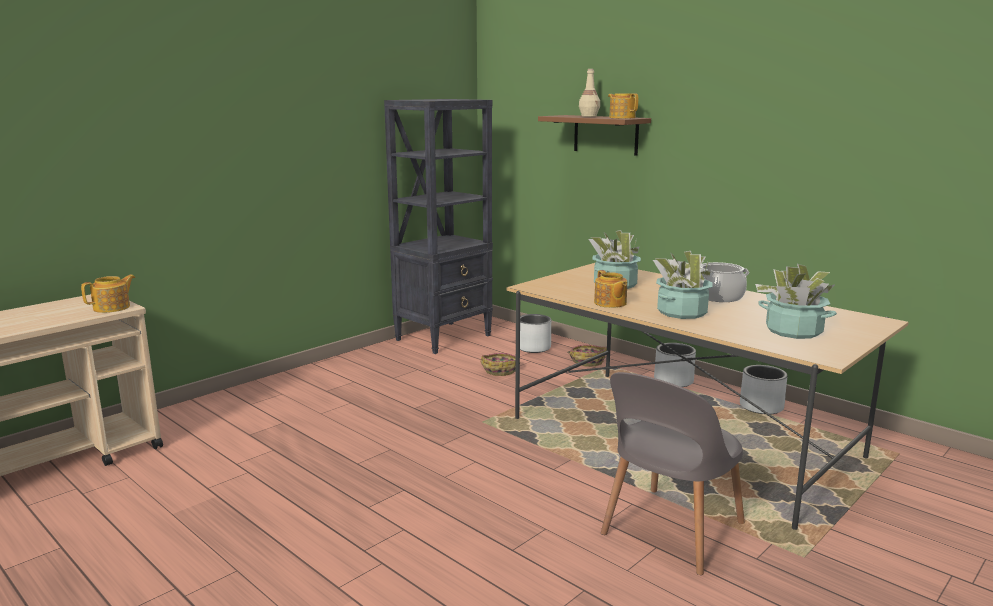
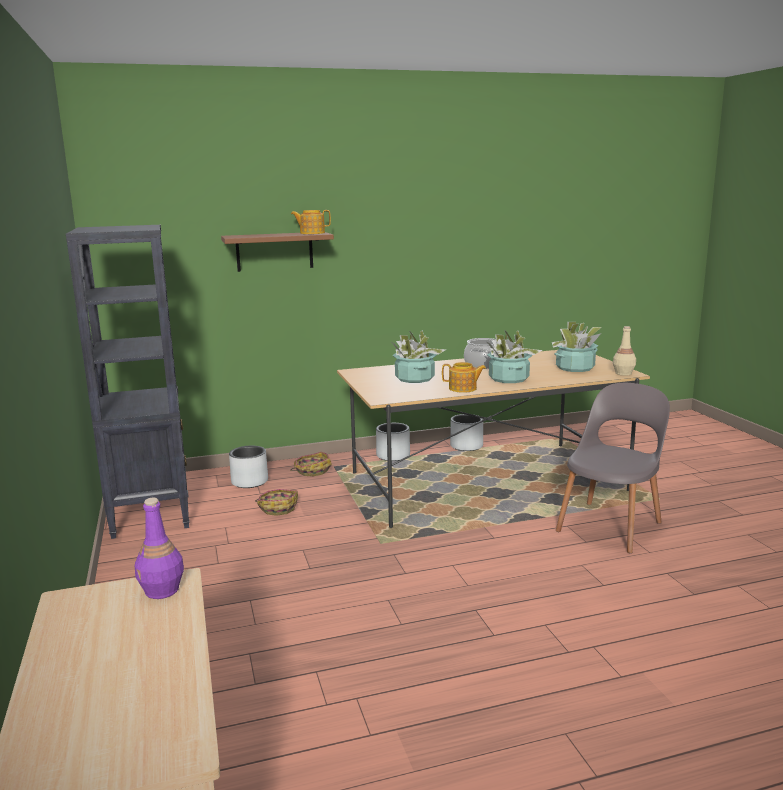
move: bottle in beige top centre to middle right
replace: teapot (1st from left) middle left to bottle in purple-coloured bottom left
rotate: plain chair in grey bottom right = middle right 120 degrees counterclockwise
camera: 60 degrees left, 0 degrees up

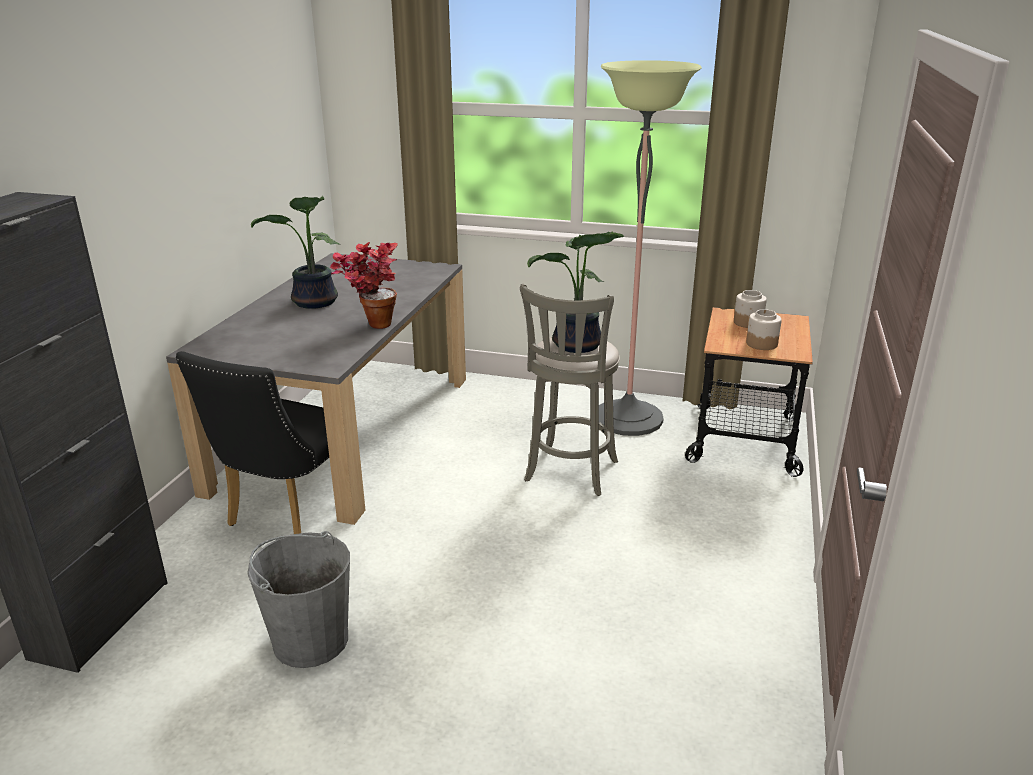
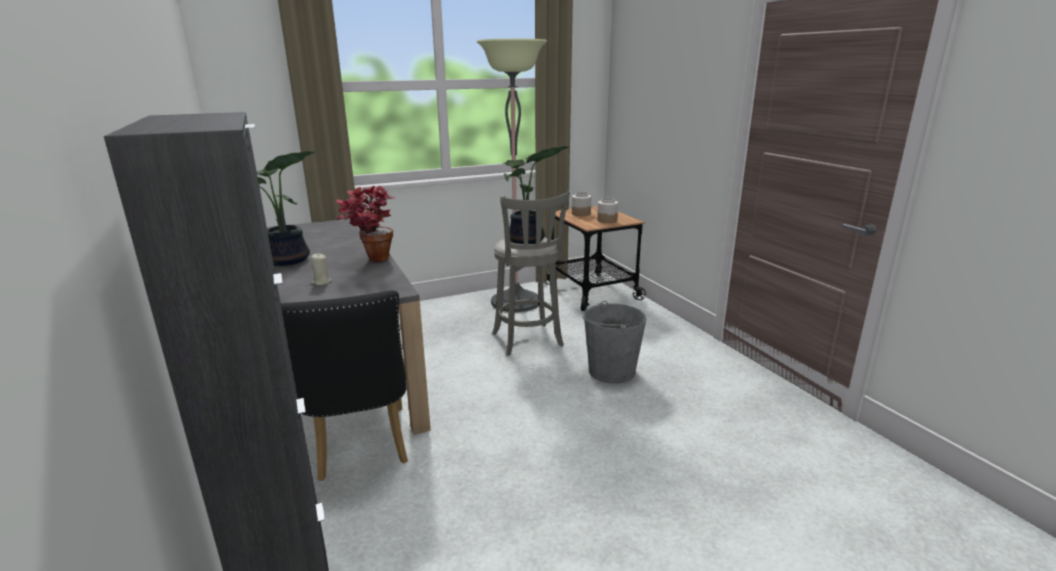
insert: wax candle in beige middle left
move: pail in grey bottom left to centre
camera: 40 degrees left, 5 degrees down

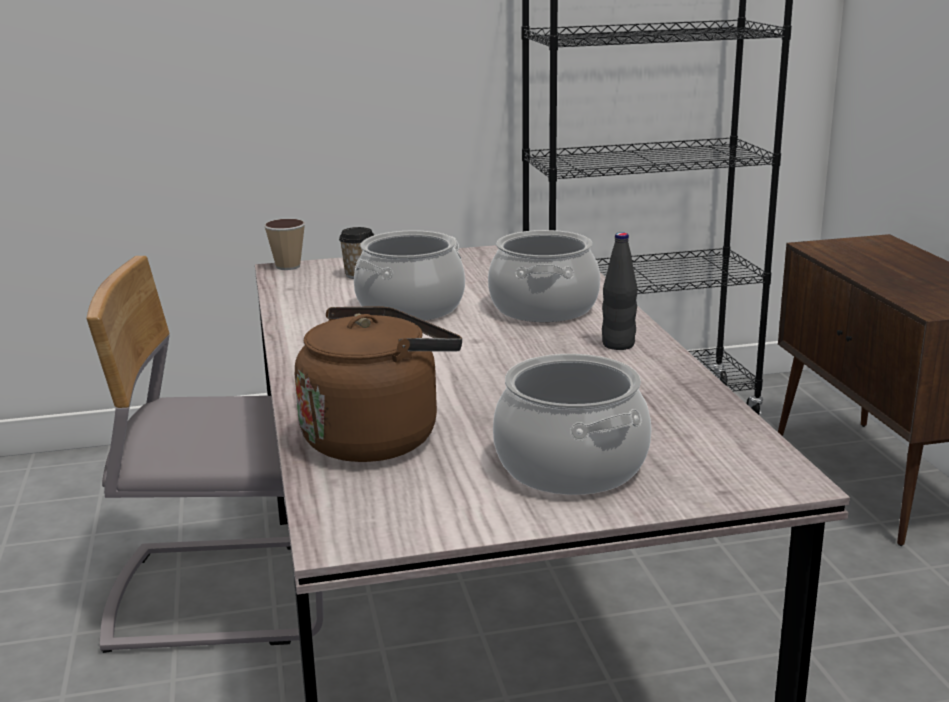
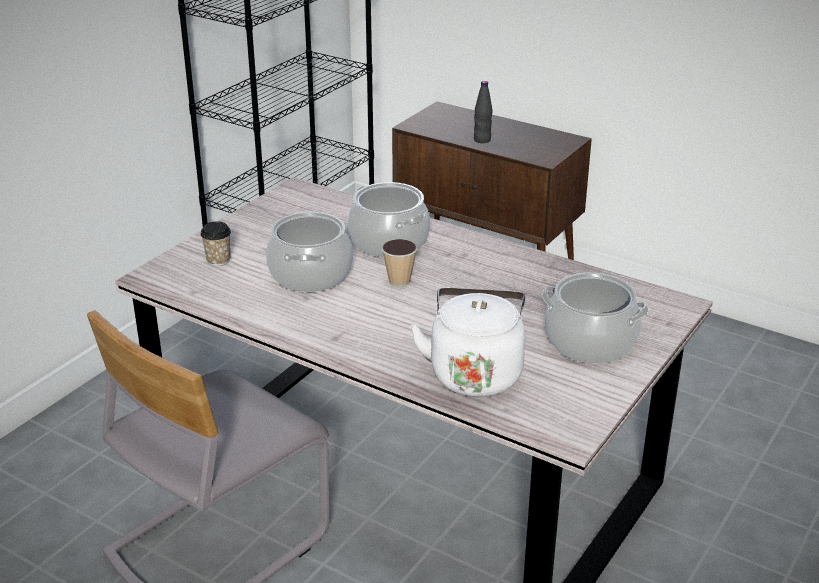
move: small cup (1st from left in the first image) middle left to small cup (2nd from left) centre; bottle in black-coloured centre to top centre
recolor: kettle in brown centre to kettle in whitish centre
camera: 45 degrees left, 10 degrees up

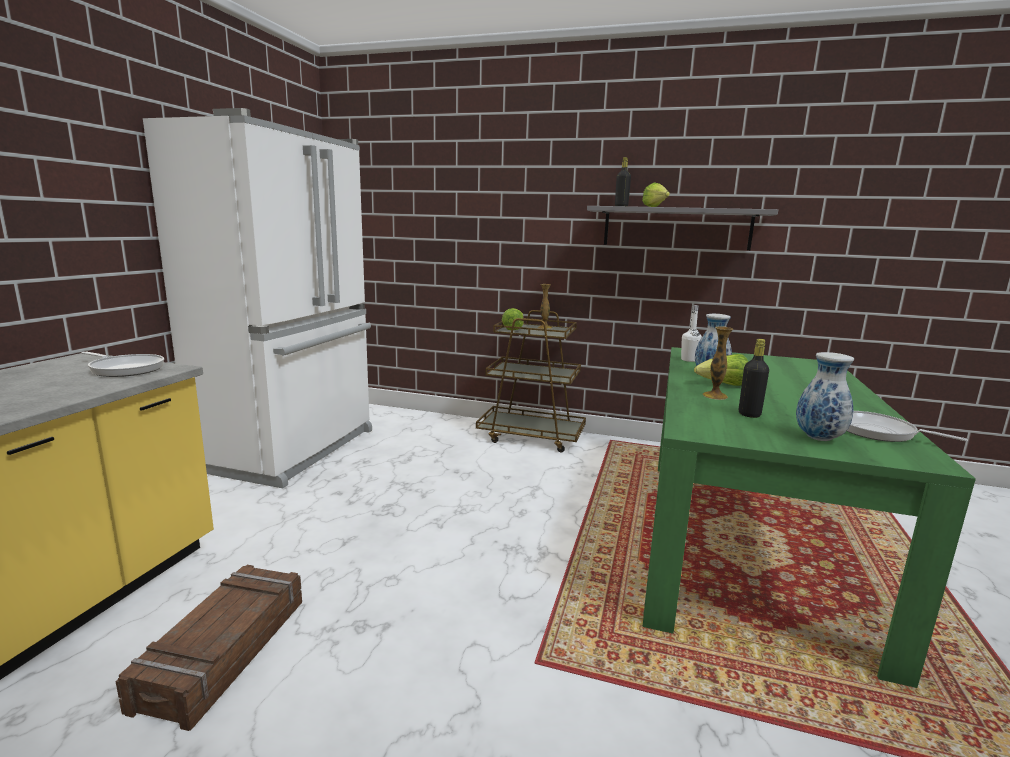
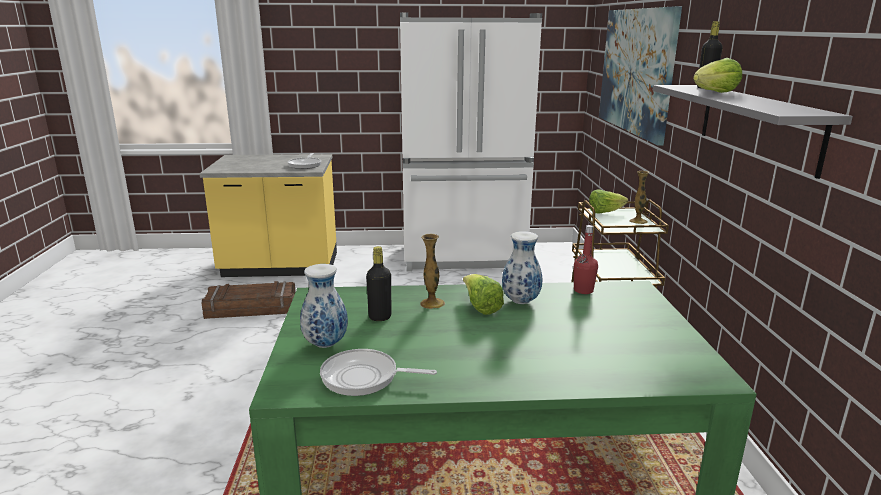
insert: wall art top right
recolor: bottle in whitish middle right to bottle in reddish centre
rotate: skillet (2nd from left) middle right = bottom centre 105 degrees counterclockwise
camera: 70 degrees right, 5 degrees up

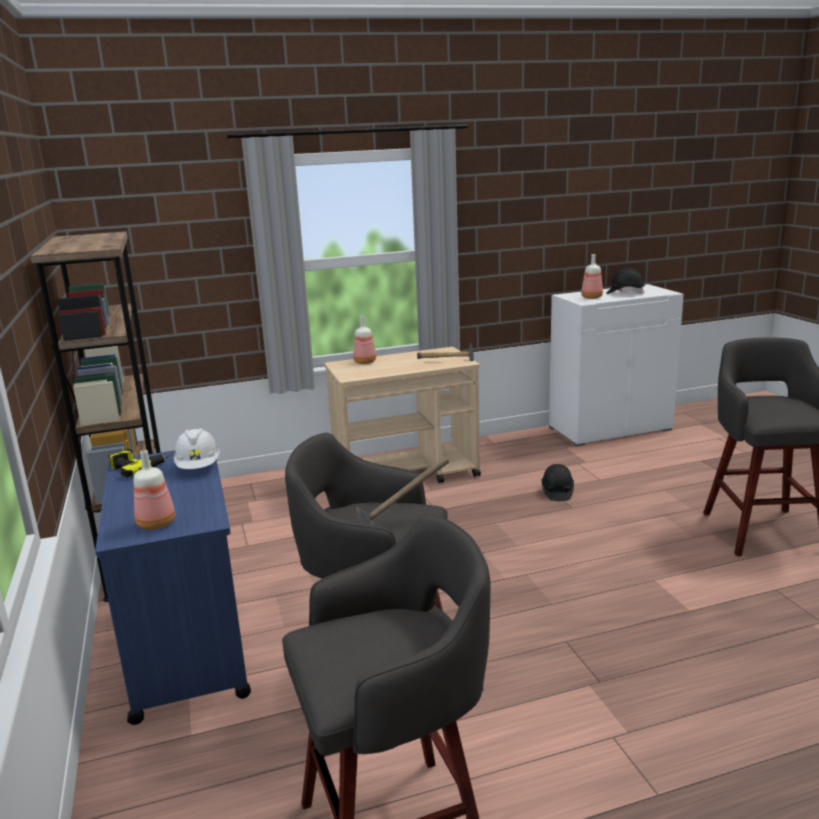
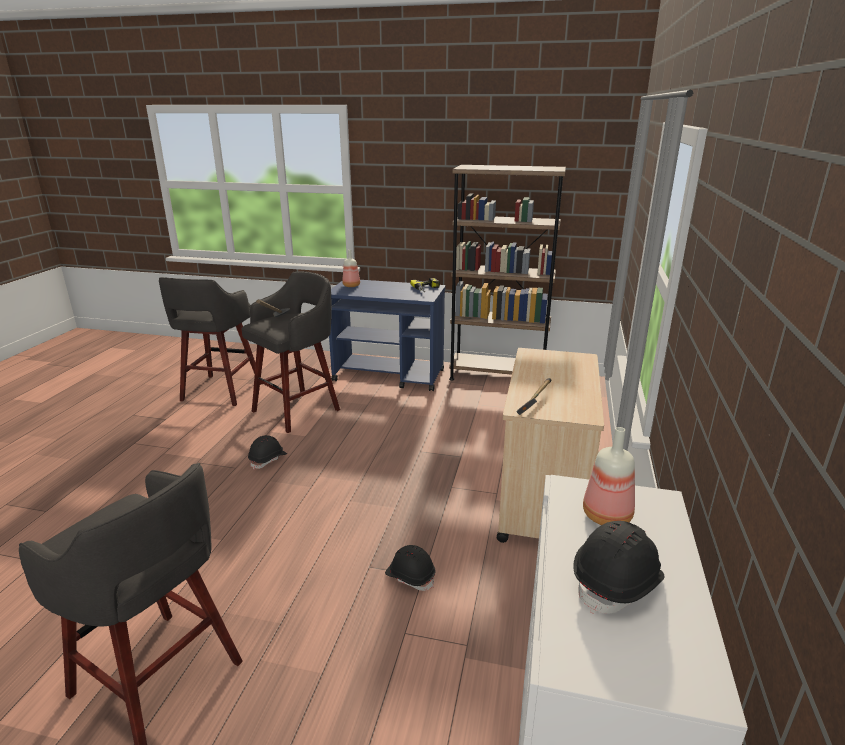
delete: work helmet in whitish middle left; bottle (2nd from left) centre
insert: work helmet in black-coloured (1st from left) middle left
camera: 120 degrees right, 5 degrees up

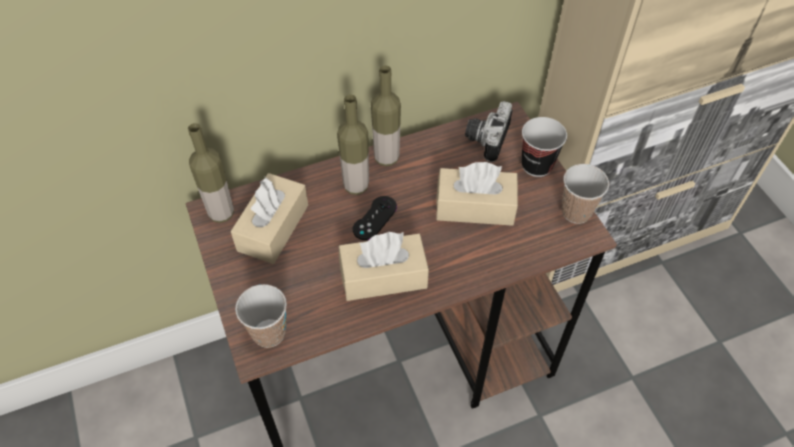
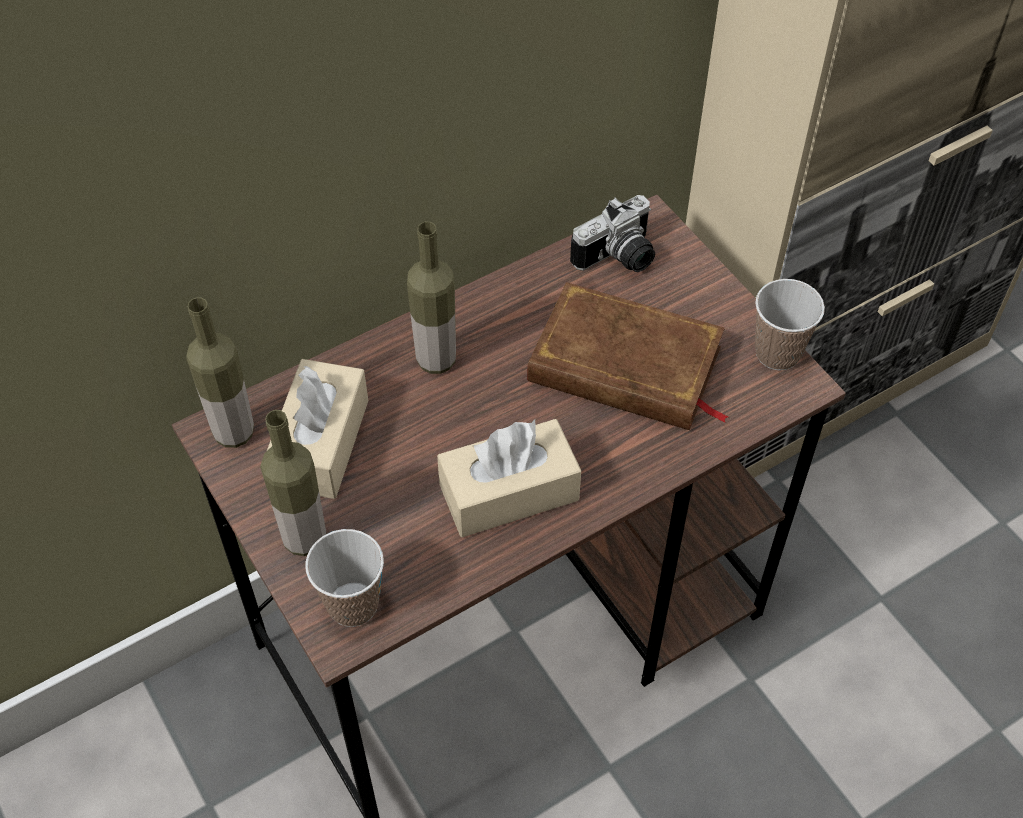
delete: joypad in black-coloured centre; small cup (2nd from left) top right
move: bottle (3rd from left in the first image) top centre to bottle (2nd from left) middle left
replace: tissue holder in beige (3rd from left) centre to bound book in brown centre
rotate: photo camera top centre = top centre 135 degrees counterclockwise
camera: 10 degrees left, 0 degrees up

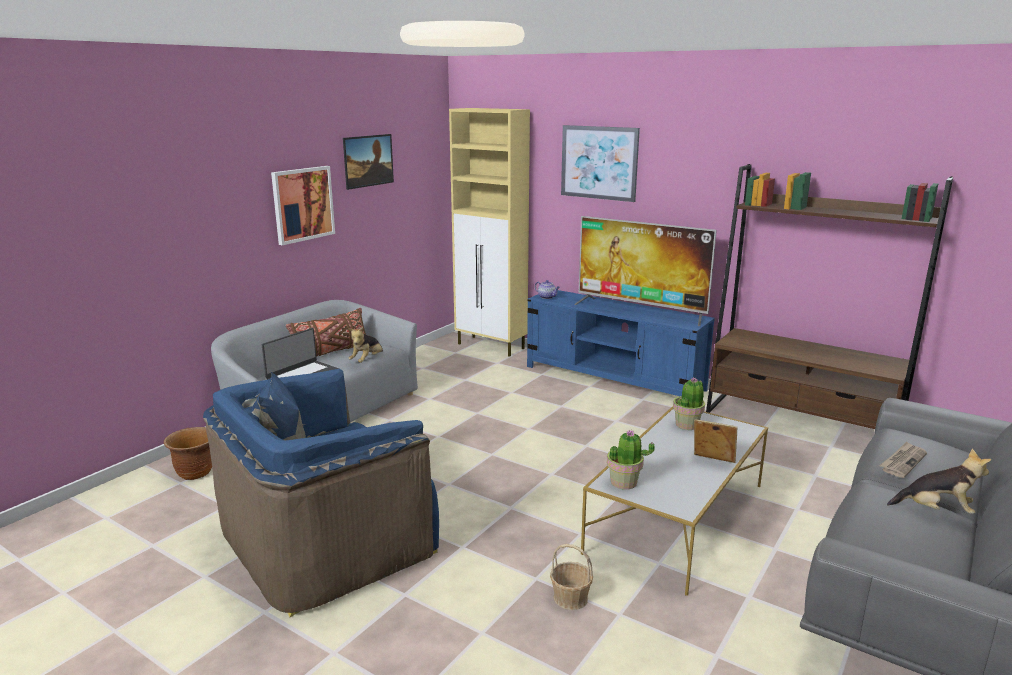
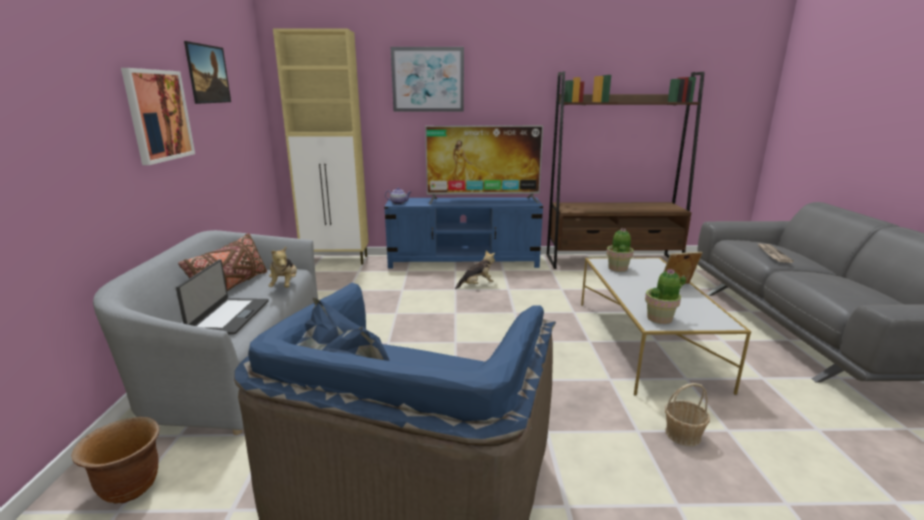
move: soft toy (2nd from left) bottom right to centre
camera: 35 degrees left, 0 degrees up

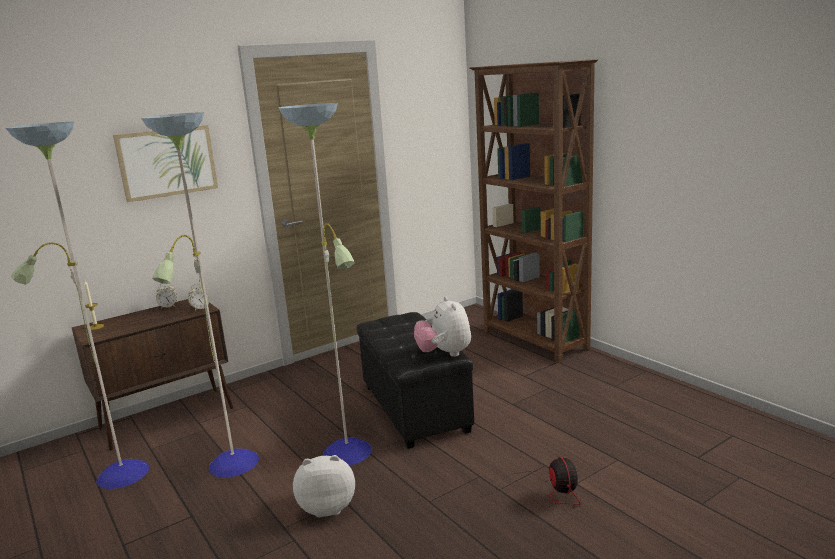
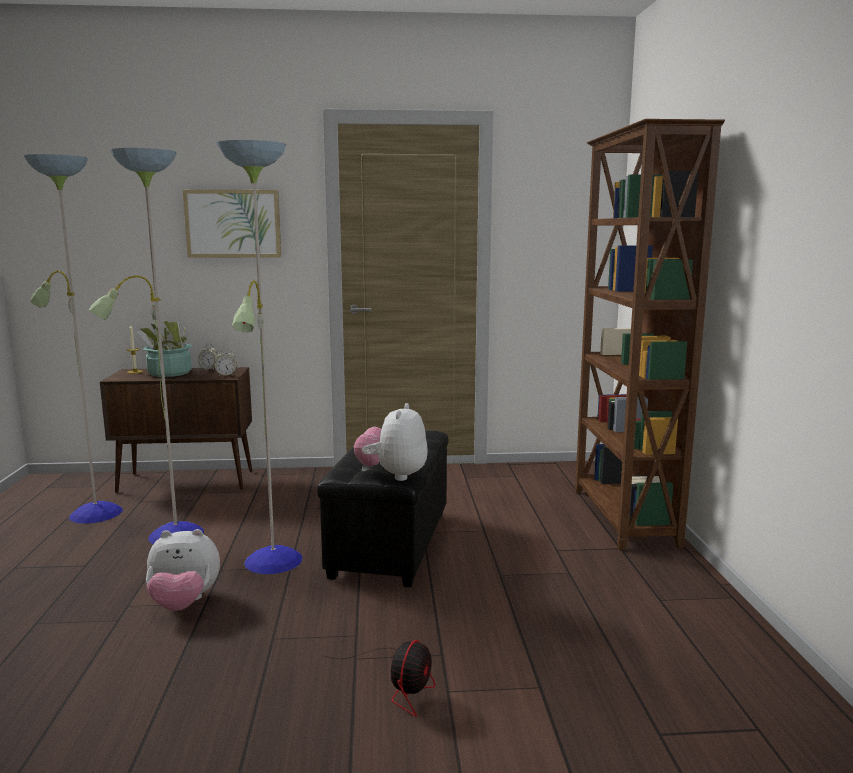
insert: houseplant middle left
rotate: soft toy (1st from left) bottom centre = bottom left 150 degrees clockwise
camera: 30 degrees right, 5 degrees down

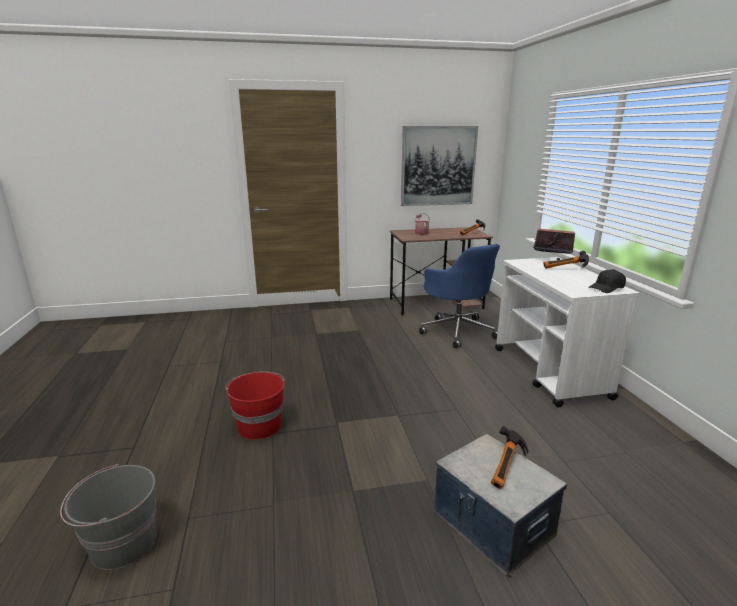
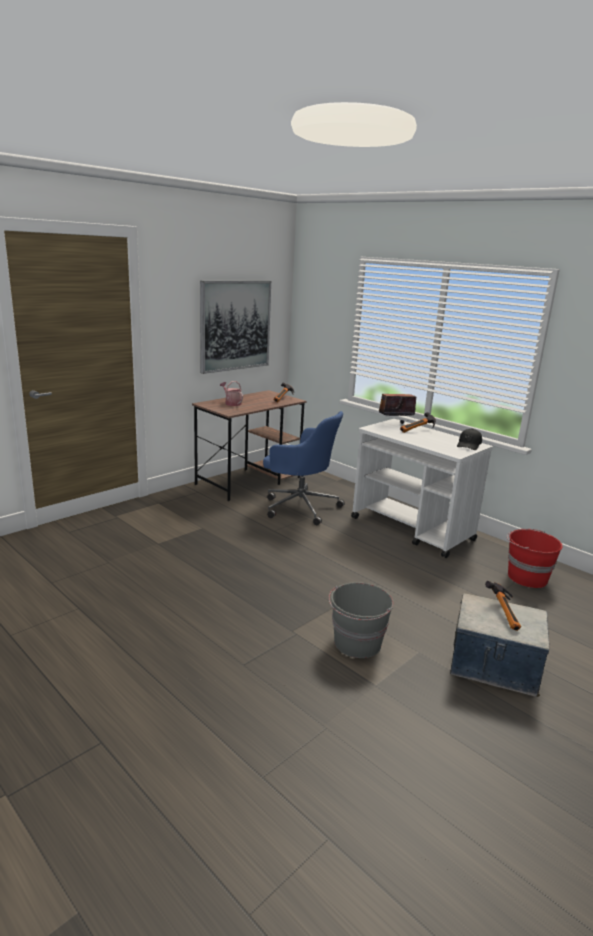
move: pail in grey bottom left to centre; pail in reddish bottom centre to middle right
camera: 35 degrees left, 0 degrees up

